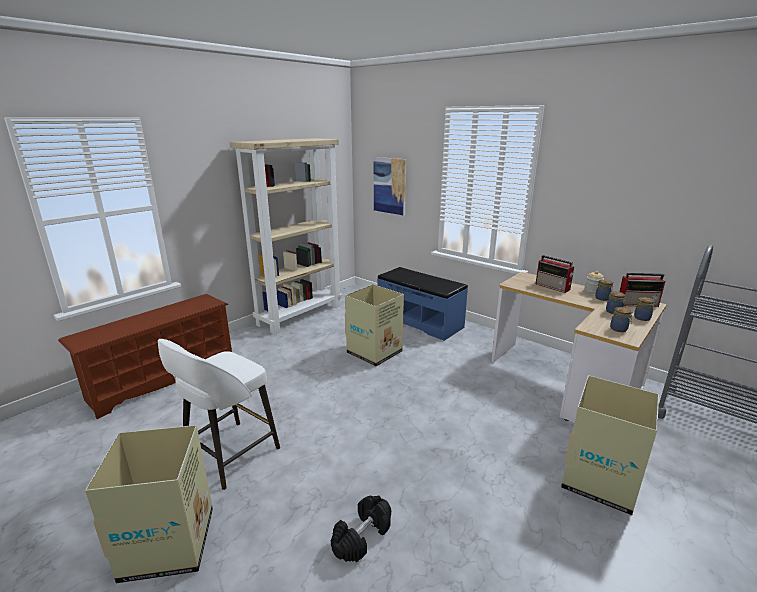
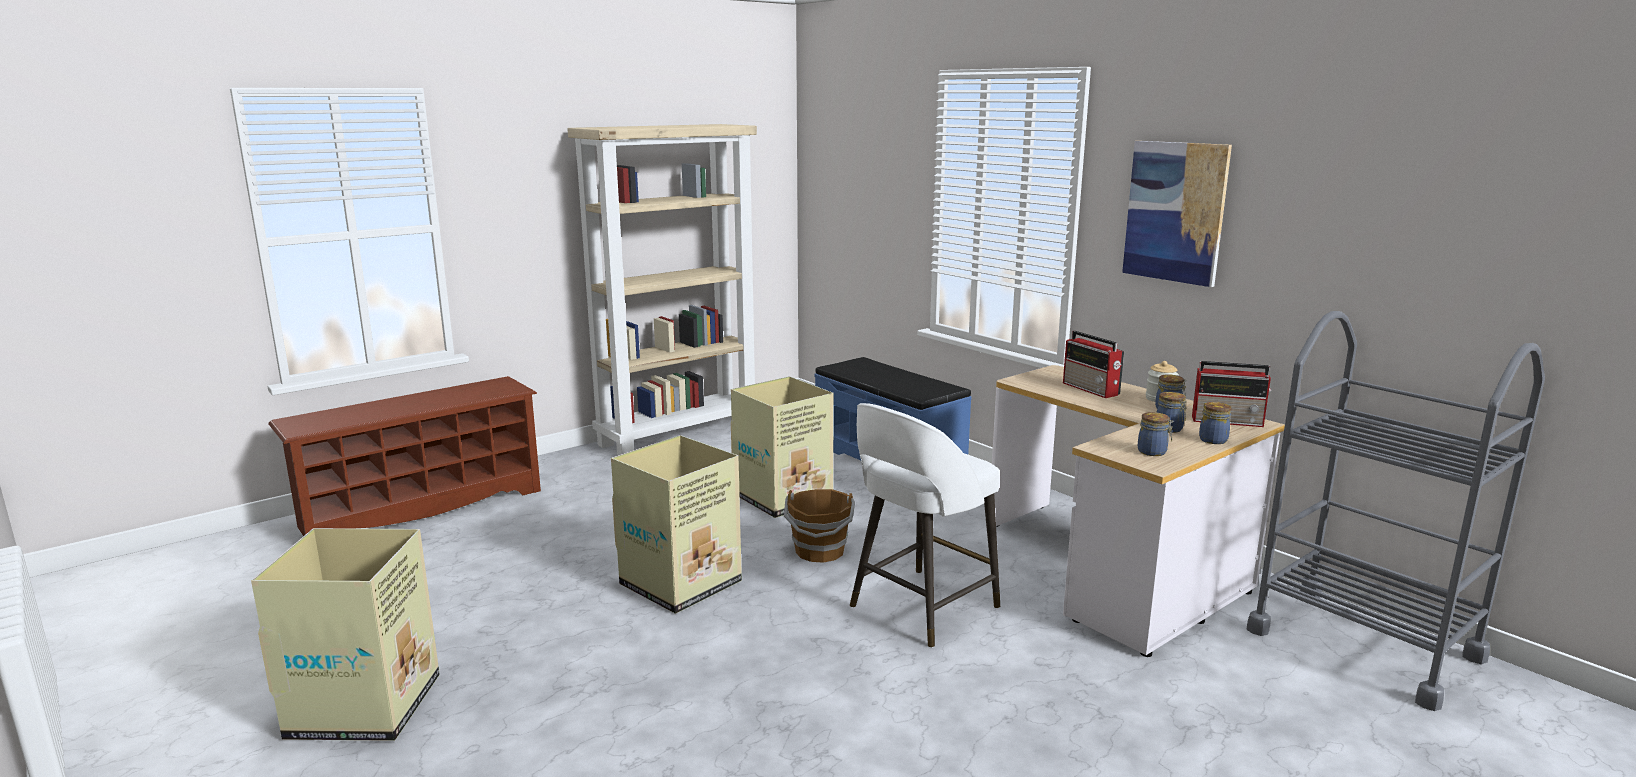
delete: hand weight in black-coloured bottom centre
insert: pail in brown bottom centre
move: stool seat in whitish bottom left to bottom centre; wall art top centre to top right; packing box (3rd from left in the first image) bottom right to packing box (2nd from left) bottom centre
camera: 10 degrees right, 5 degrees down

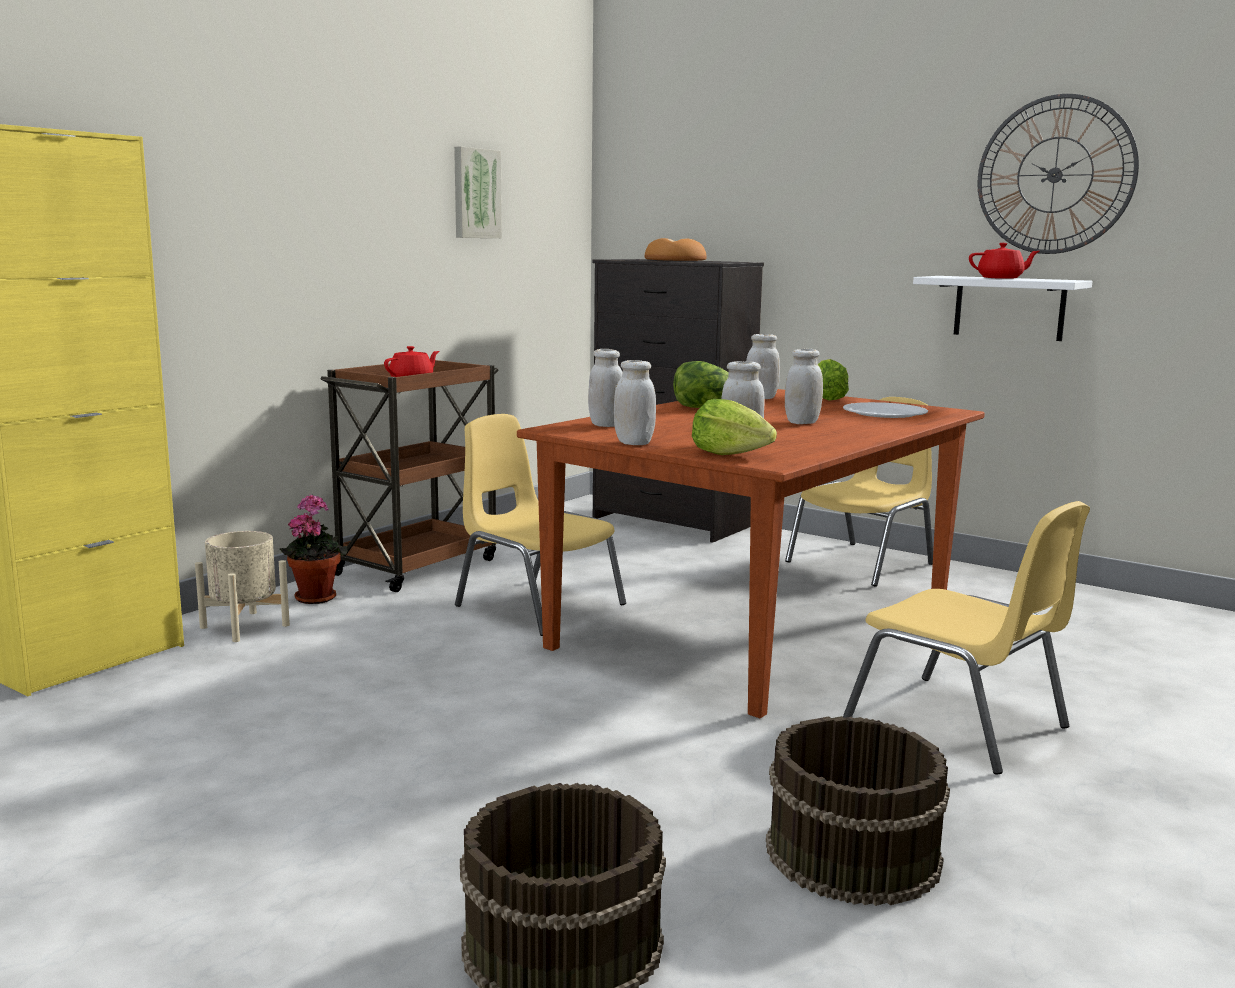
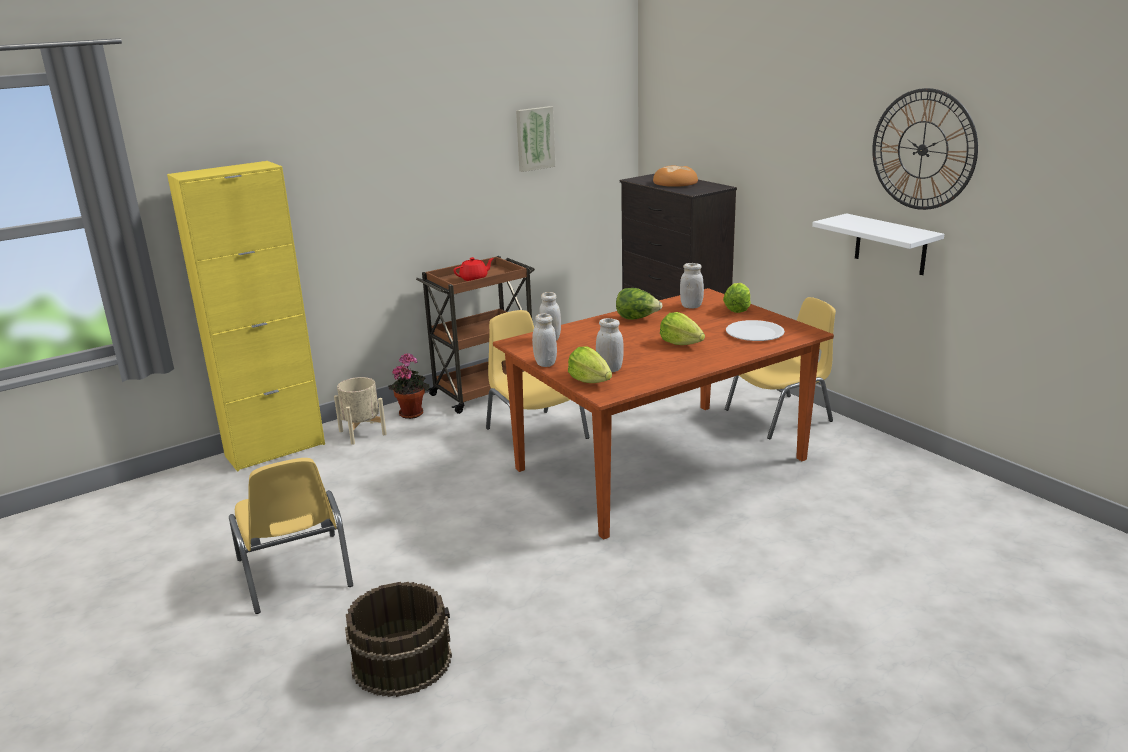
delete: pail in brown (2nd from left) bottom right; teapot in reddish (2nd from left) top right
move: plain chair in yellowish (3rd from left in the first image) middle right to plain chair in yellowish (1st from left) bottom left
replace: preserve jar in whitish (5th from left) centre to lettuce head (3rd from left) centre
camera: 20 degrees right, 10 degrees up

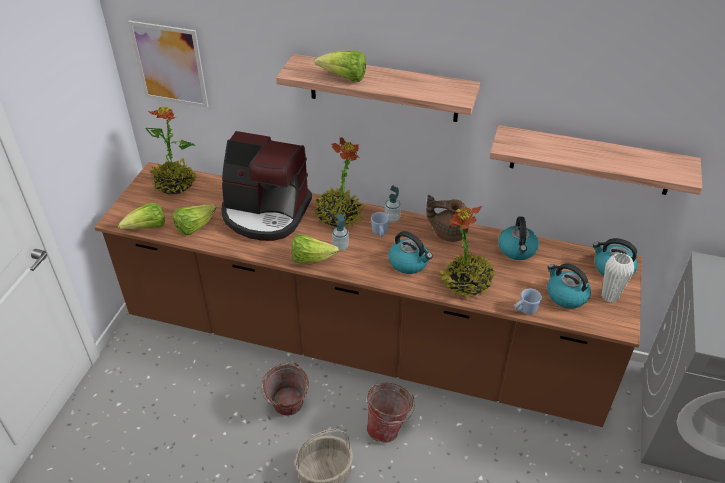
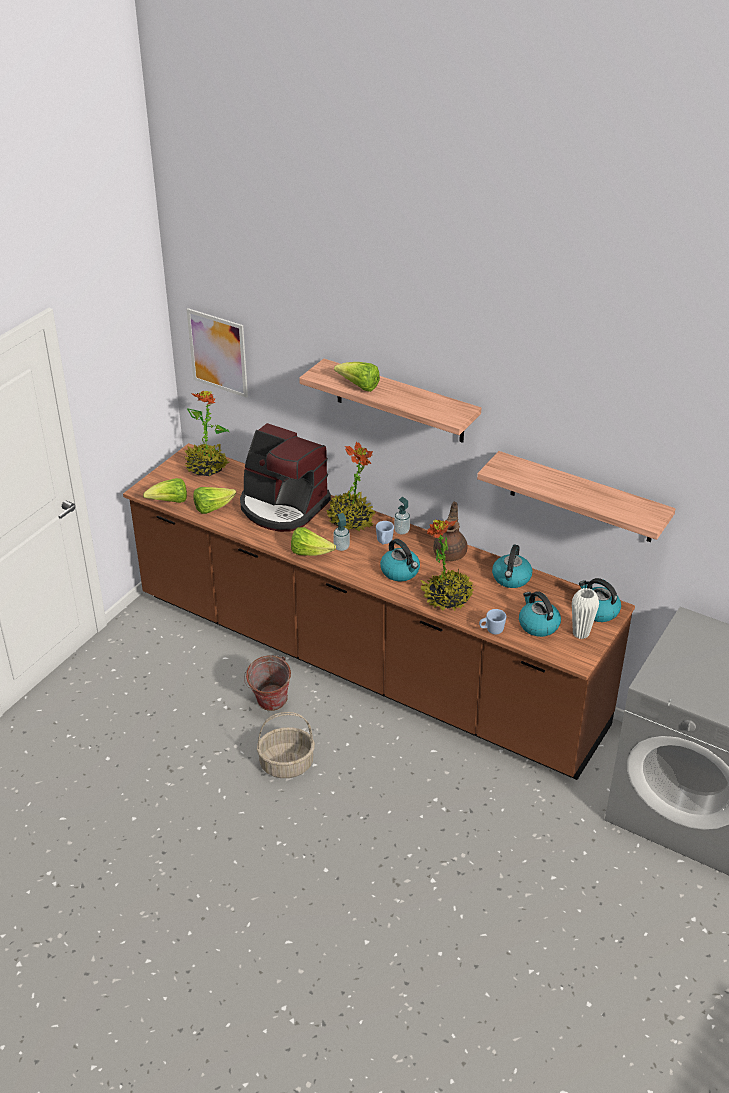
delete: pail (2nd from left) bottom centre
rotate: teapot in brown centre = centre 75 degrees clockwise
camera: 15 degrees right, 5 degrees down

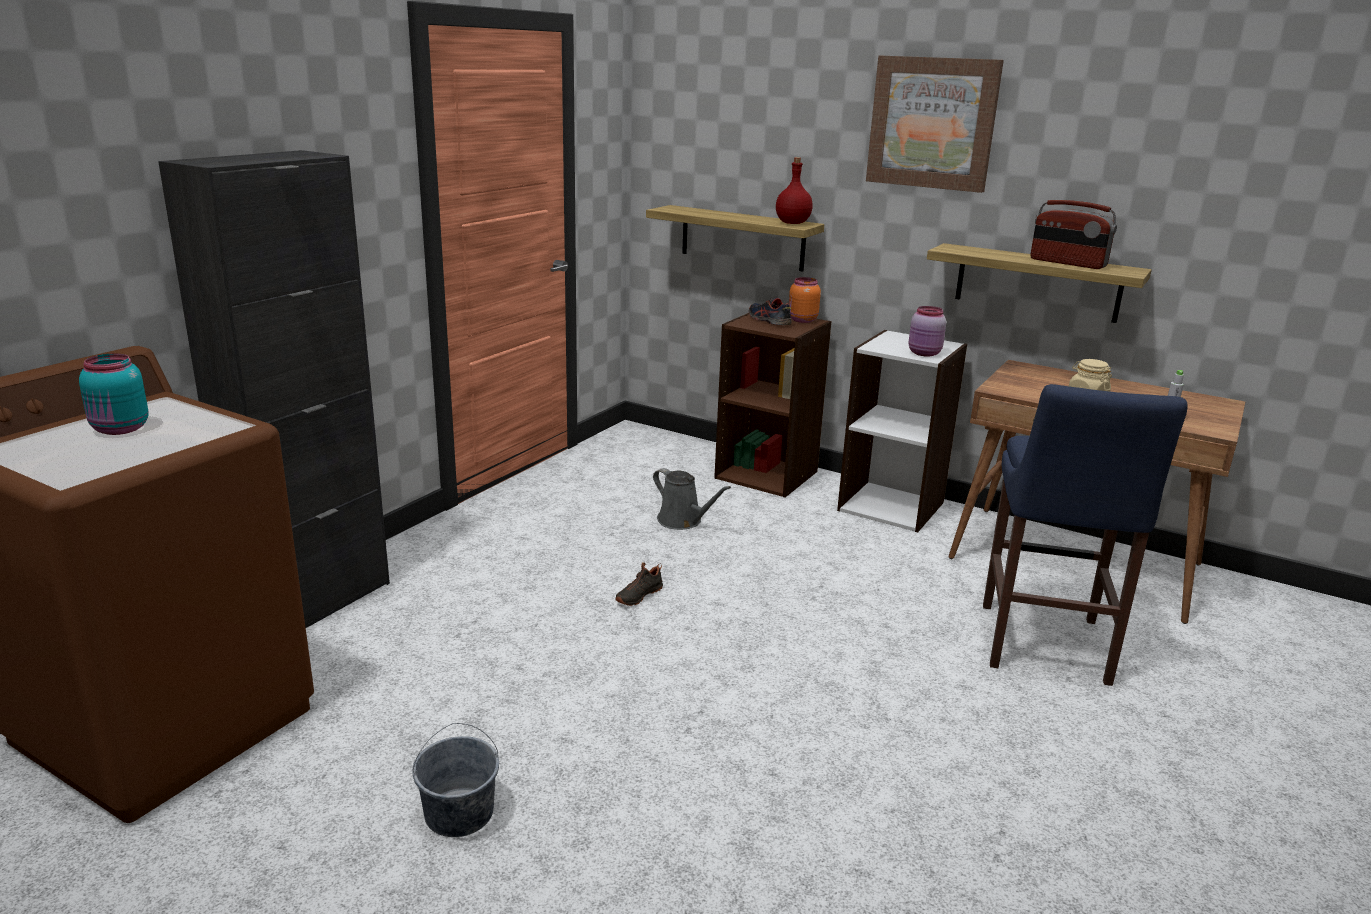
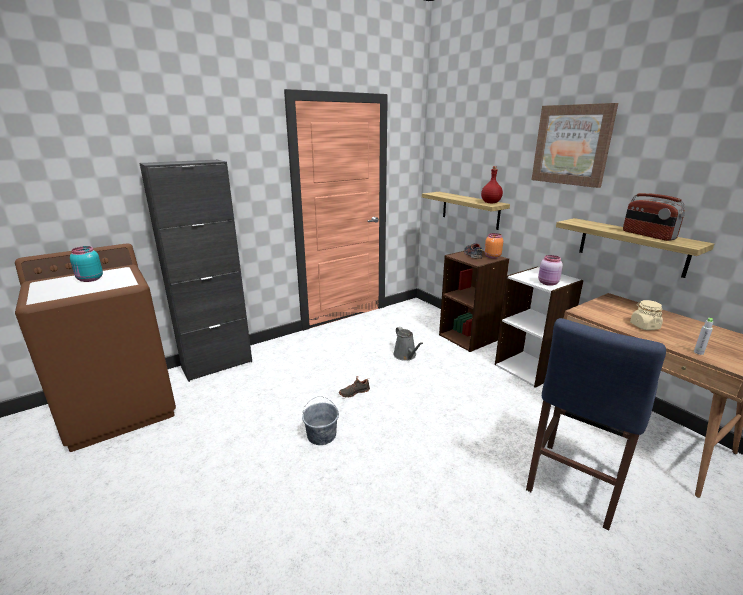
move: pail in grey bottom left to bottom centre
camera: 25 degrees right, 0 degrees up

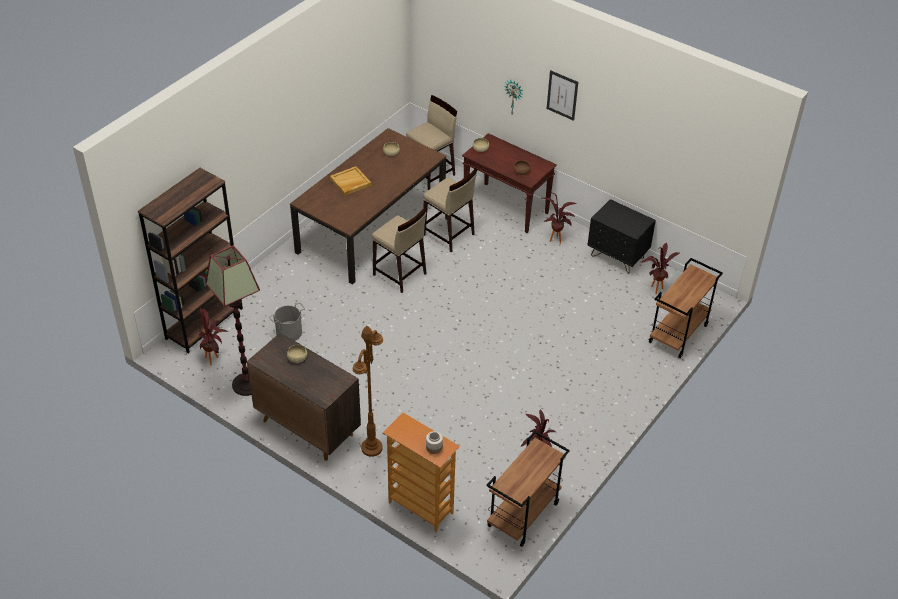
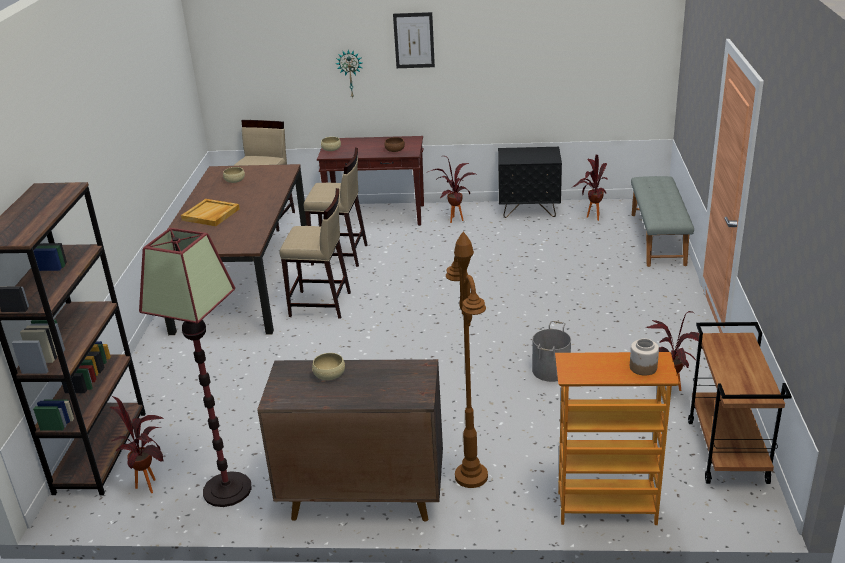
move: pail in grey middle left to centre
replace: trolley in brown (2nd from left) middle right to long seat in grey middle right
camera: 30 degrees left, 15 degrees down

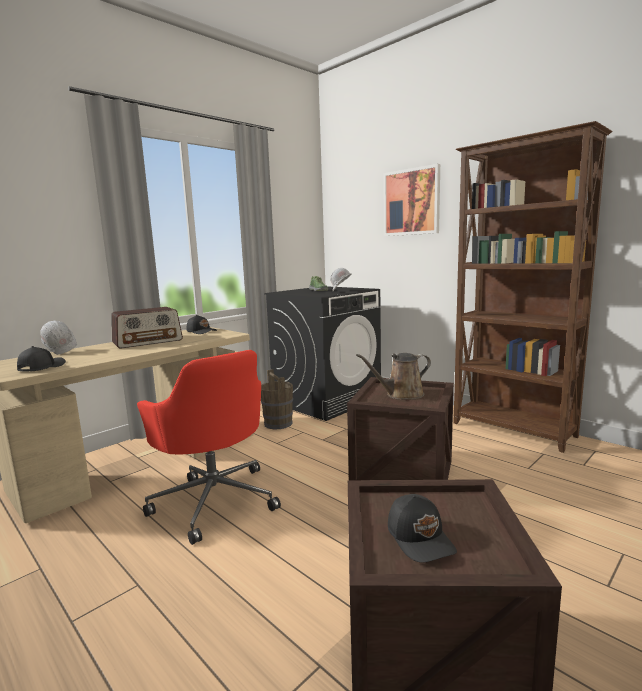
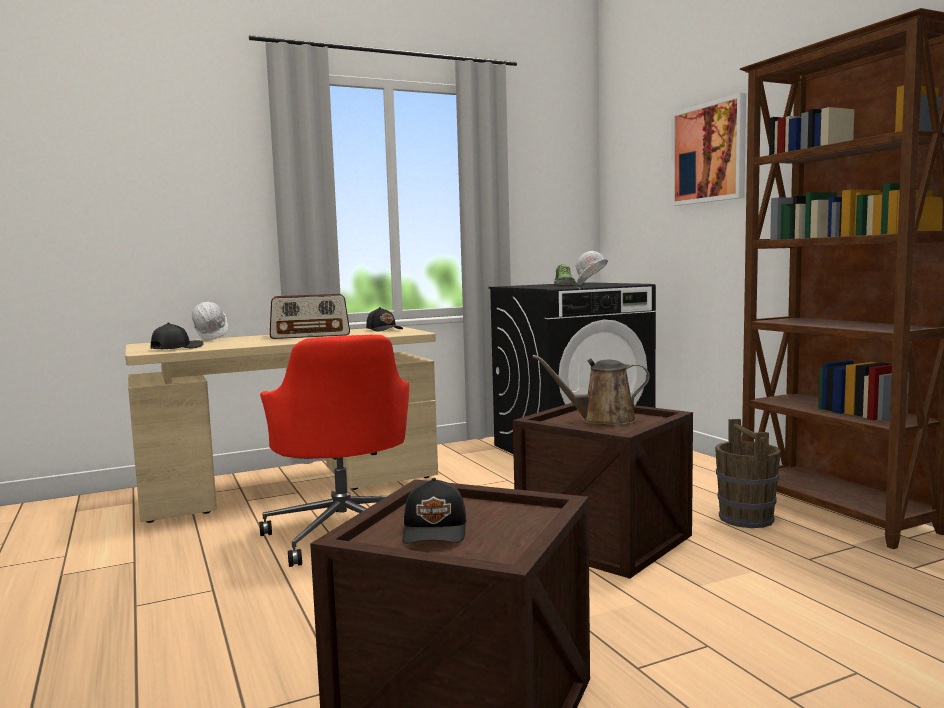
move: pail in brown centre to bottom right
camera: 20 degrees right, 5 degrees down

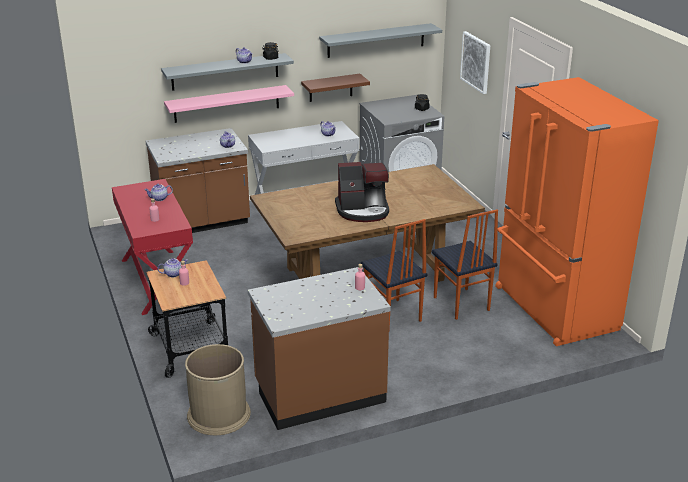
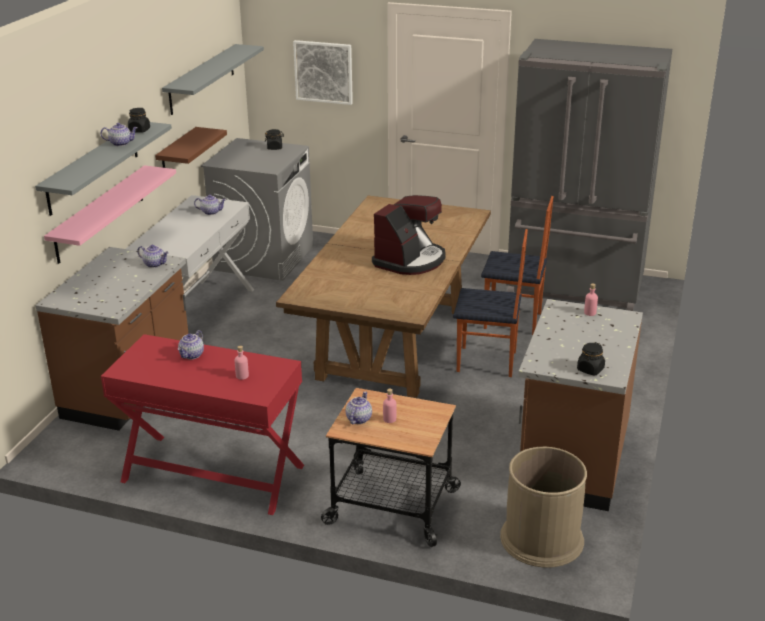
insert: preserve jar in black-coloured (3rd from left) middle right
recolor: refrigerator in orangey middle right to refrigerator in grey top right
camera: 50 degrees left, 0 degrees up

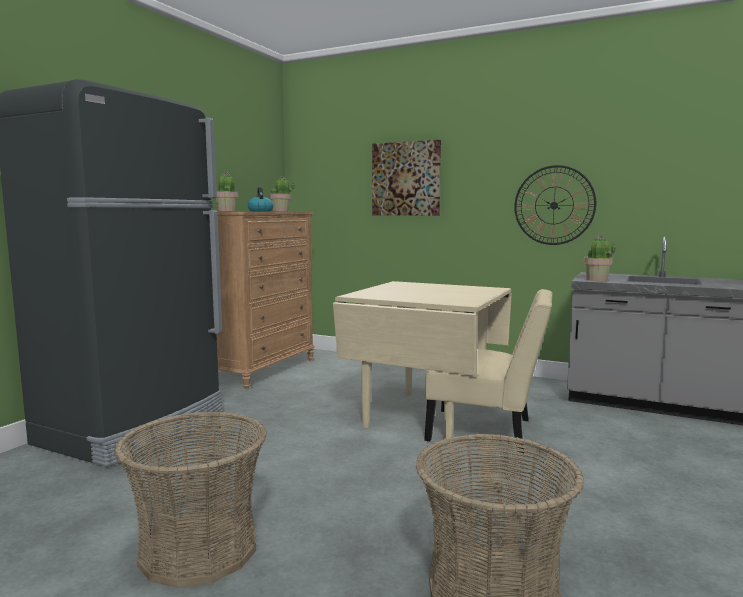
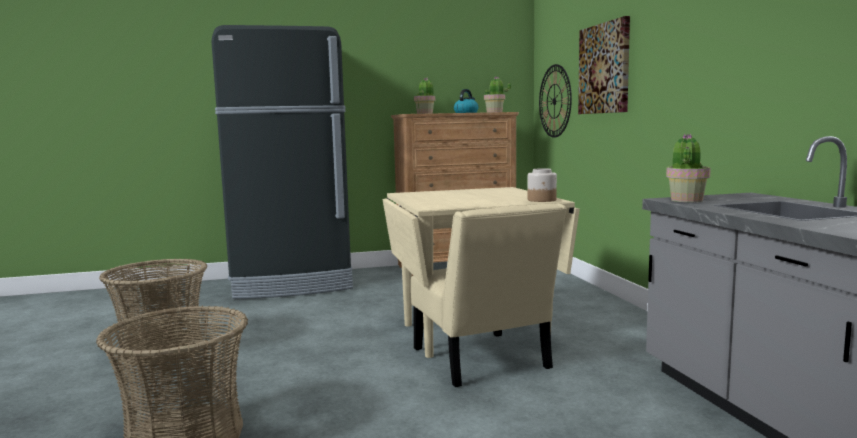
insert: preserve jar centre
move: hanging clock middle right to top centre
camera: 50 degrees right, 0 degrees up

